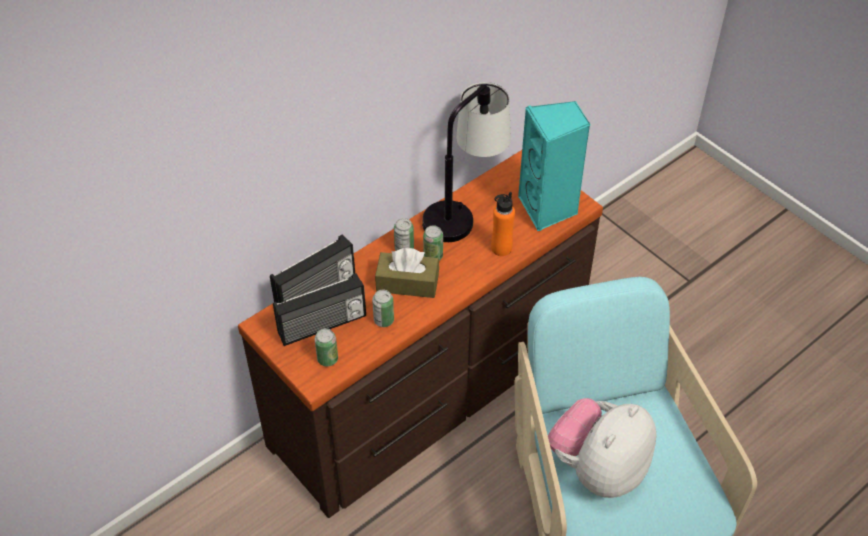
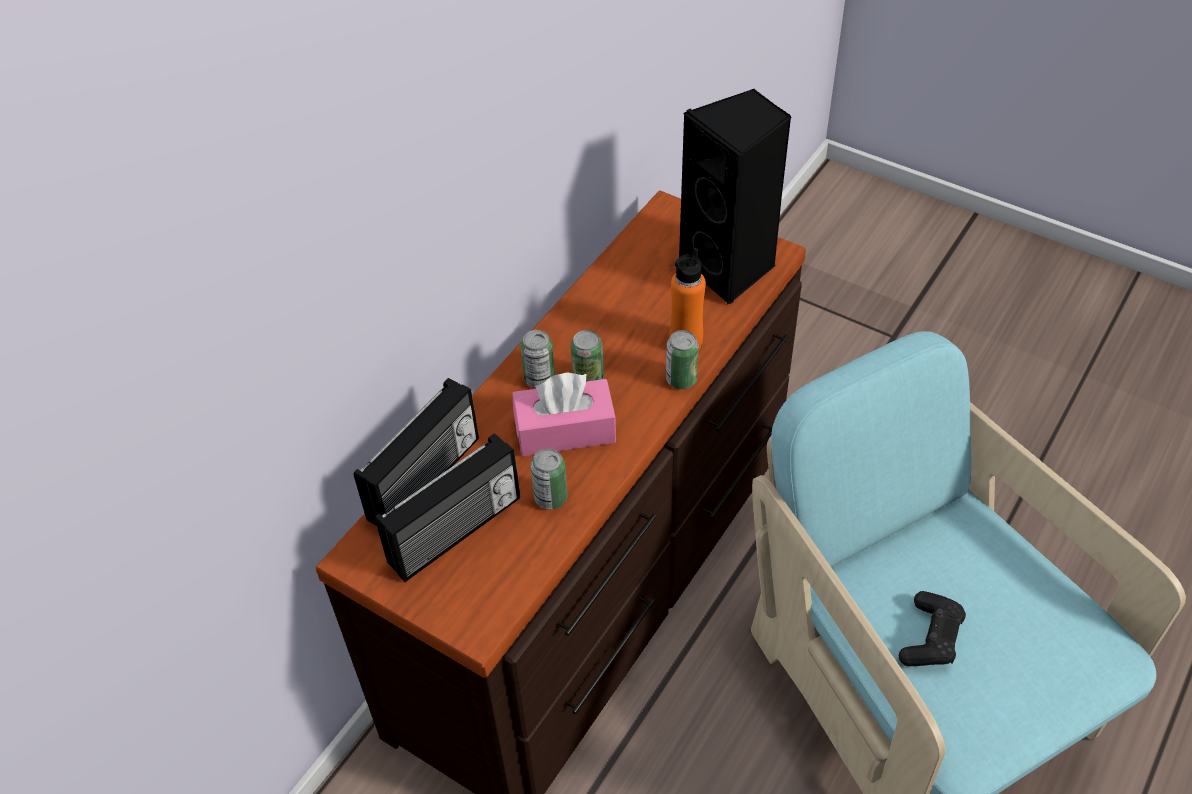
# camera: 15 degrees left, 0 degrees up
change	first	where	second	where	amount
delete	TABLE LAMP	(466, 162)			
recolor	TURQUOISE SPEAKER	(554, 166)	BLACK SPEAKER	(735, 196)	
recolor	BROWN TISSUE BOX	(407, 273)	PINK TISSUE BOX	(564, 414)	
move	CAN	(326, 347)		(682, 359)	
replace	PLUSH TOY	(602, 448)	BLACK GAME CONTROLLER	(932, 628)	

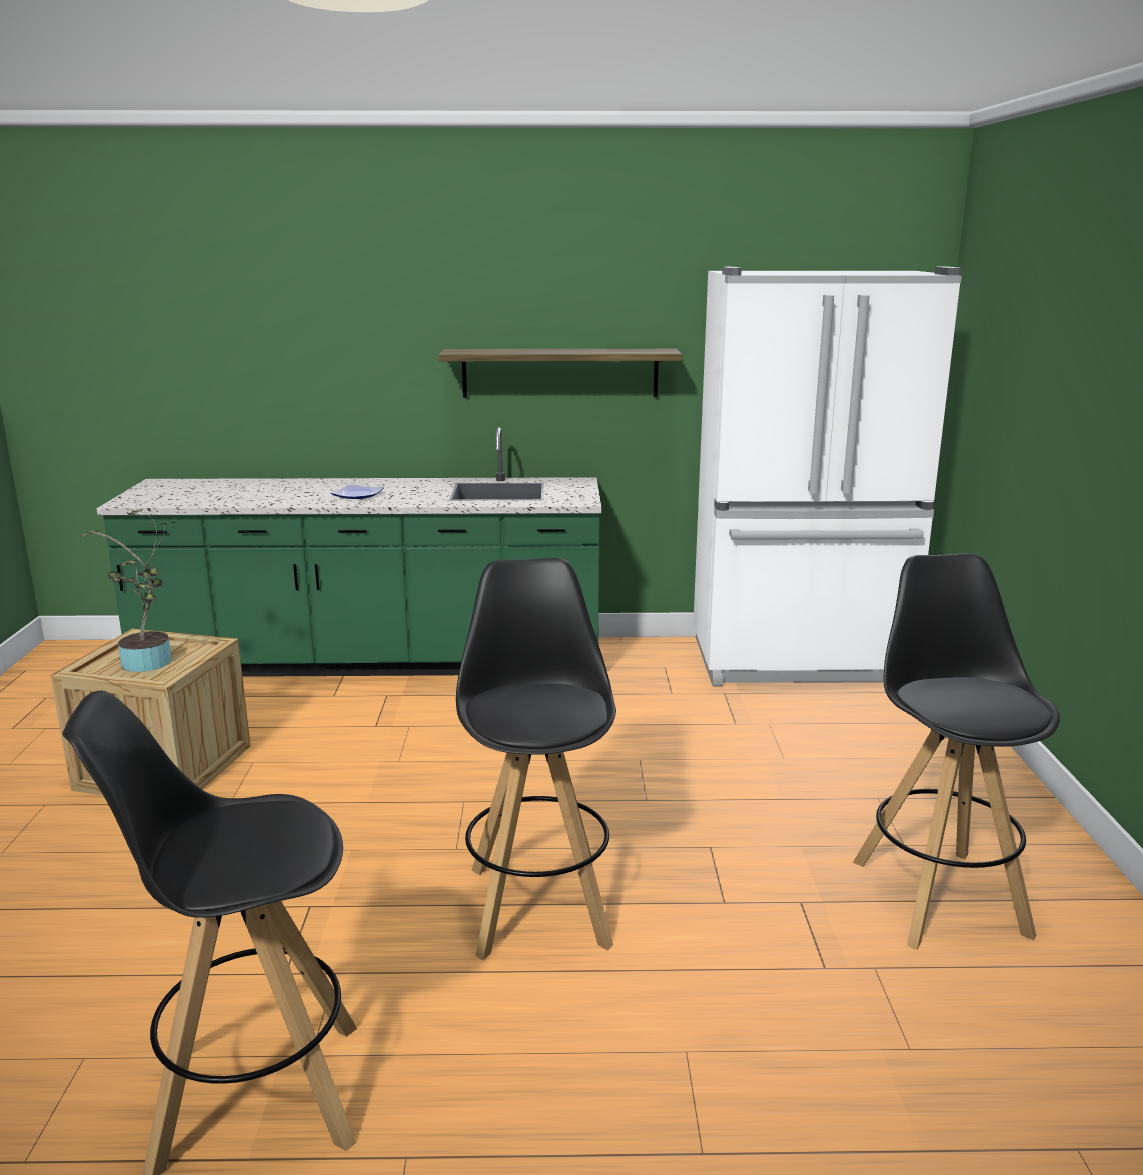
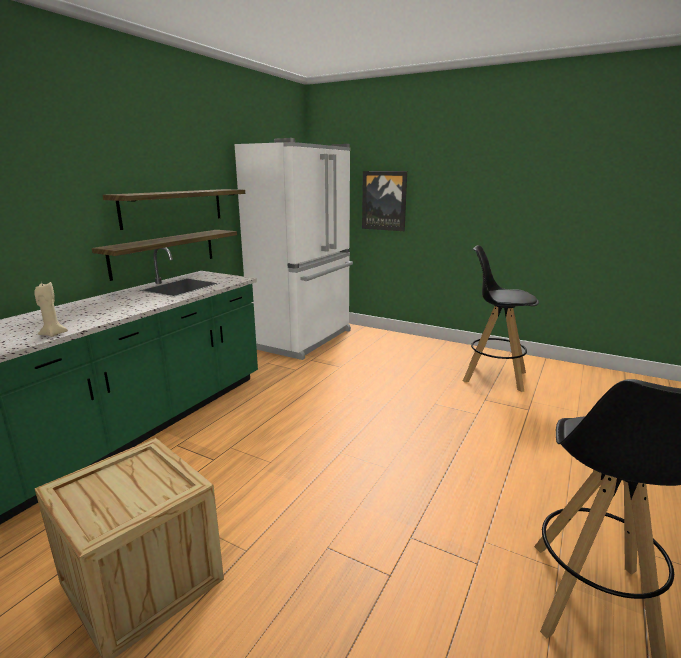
# camera: 60 degrees left, 0 degrees up
change	first	where	second	where	amount
delete	PLATE	(357, 491)			
delete	POTTED PLANT	(127, 590)			
delete	BLACK STOOL	(536, 758)			
insert			PICTURE	(384, 201)	
insert			SHELF	(164, 255)	
insert			BEIGE CANDLE	(51, 309)	

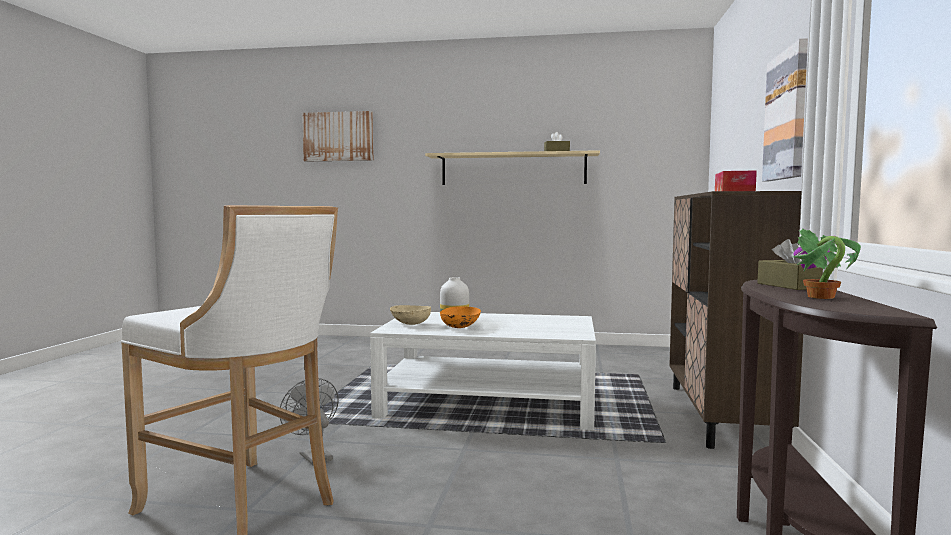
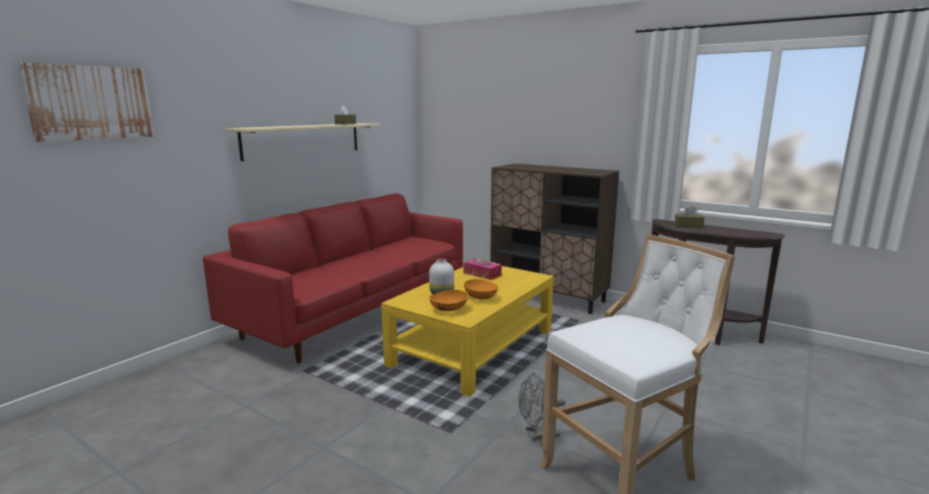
# camera: 65 degrees left, 10 degrees up
change	first	where	second	where	amount
delete	PICTURE	(785, 109)			
move	TISSUE BOX	(736, 180)		(482, 269)	
delete	POTTED PLANT	(827, 263)			
recolor	BEIGE BOWL	(410, 315)	ORANGE BOWL	(448, 300)	
recolor	WHITE COFFEE TABLE	(483, 371)	YELLOW COFFEE TABLE	(467, 331)	
insert			RED SOFA	(333, 278)	

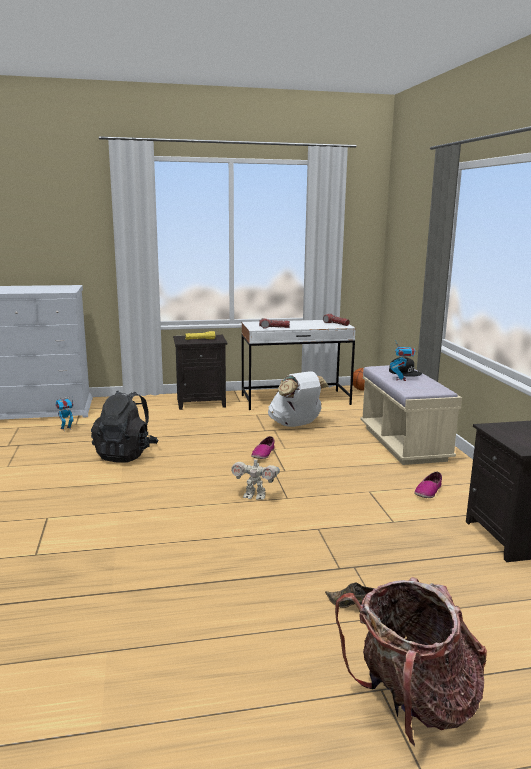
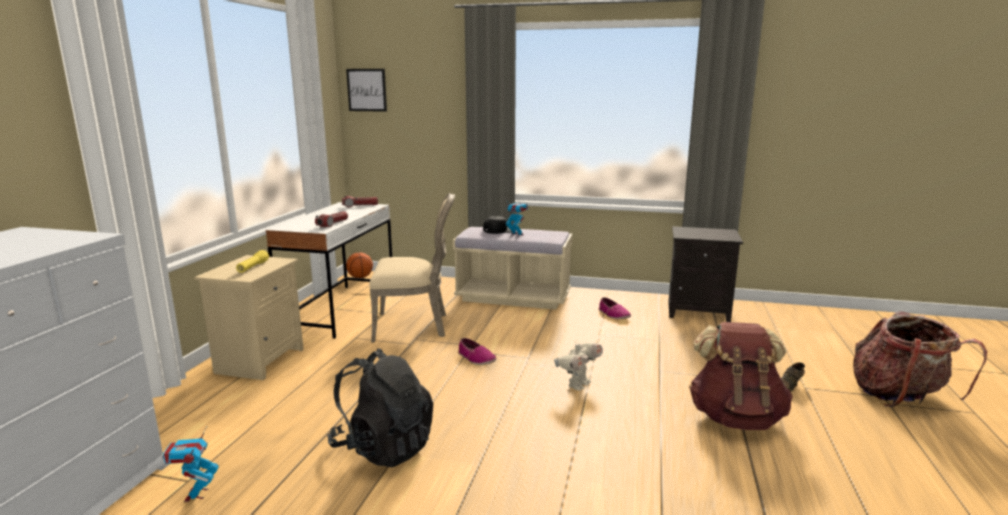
# camera: 65 degrees left, 0 degrees up
change	first	where	second	where	amount
recolor	BLACK NIGHTSTAND	(200, 372)	BEIGE NIGHTSTAND	(249, 317)	
replace	WHITE BACKPACK	(298, 399)	BEIGE CHAIR	(412, 268)	
insert			PICTURE	(366, 90)	
insert			BROWN BACKPACK	(741, 376)	

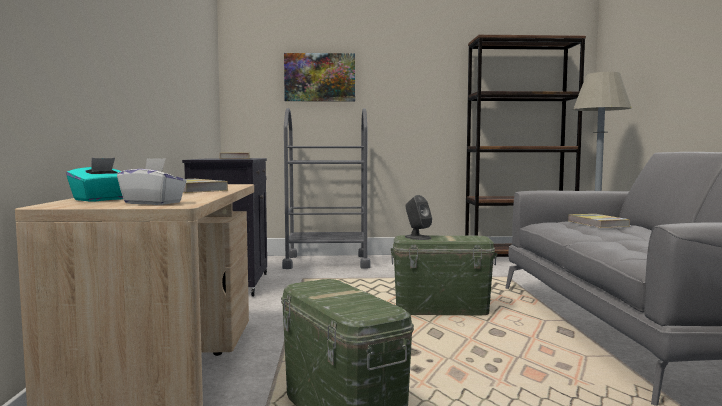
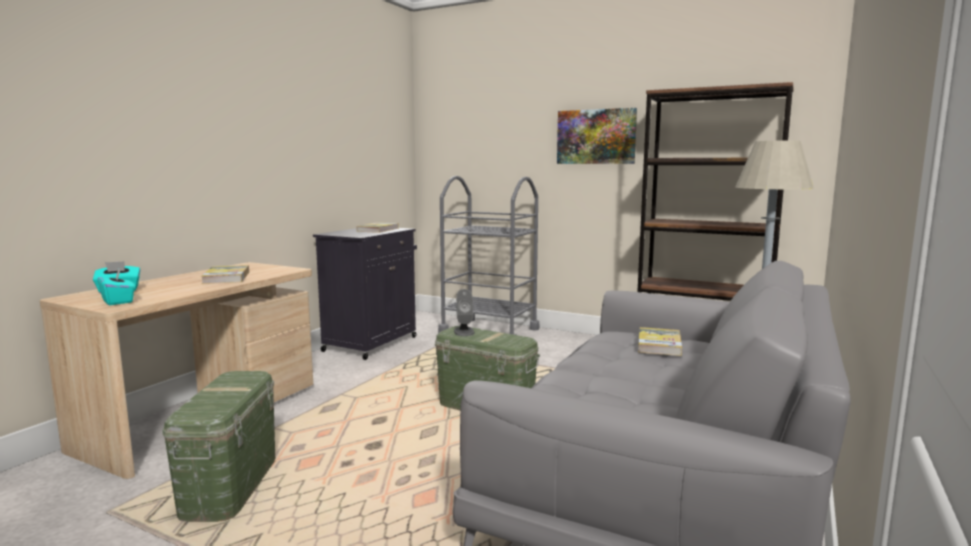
# camera: 30 degrees right, 5 degrees up
change	first	where	second	where	amount
move	PICTURE	(319, 77)		(597, 136)	
recolor	WHITE TISSUE BOX	(152, 181)	TURQUOISE TISSUE BOX	(116, 287)	

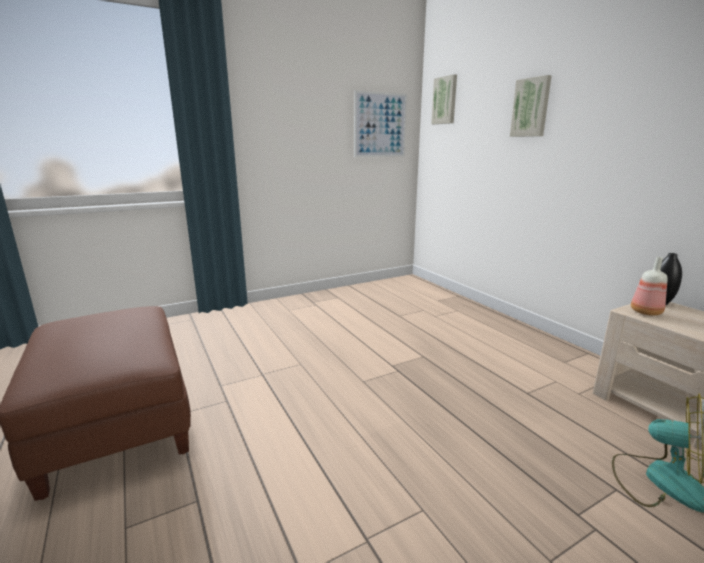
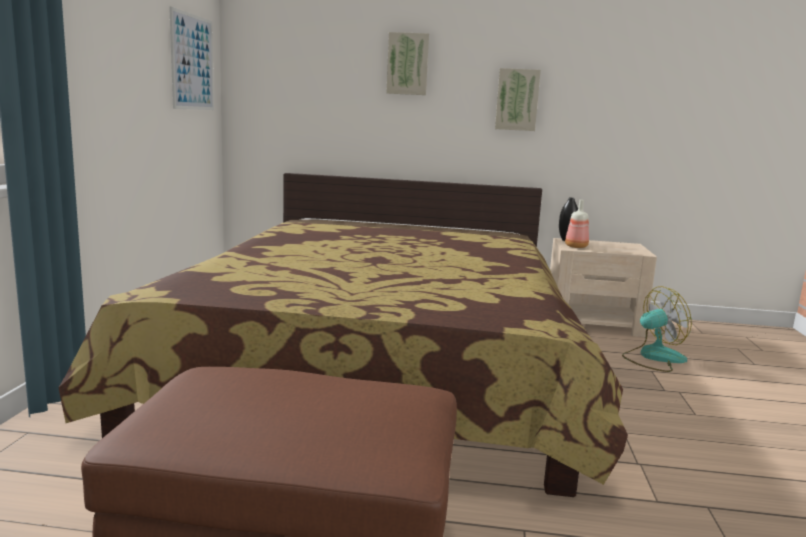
# camera: 55 degrees left, 5 degrees down
change	first	where	second	where	amount
move	PICTURE	(444, 99)		(518, 99)	
insert			BED	(343, 335)	

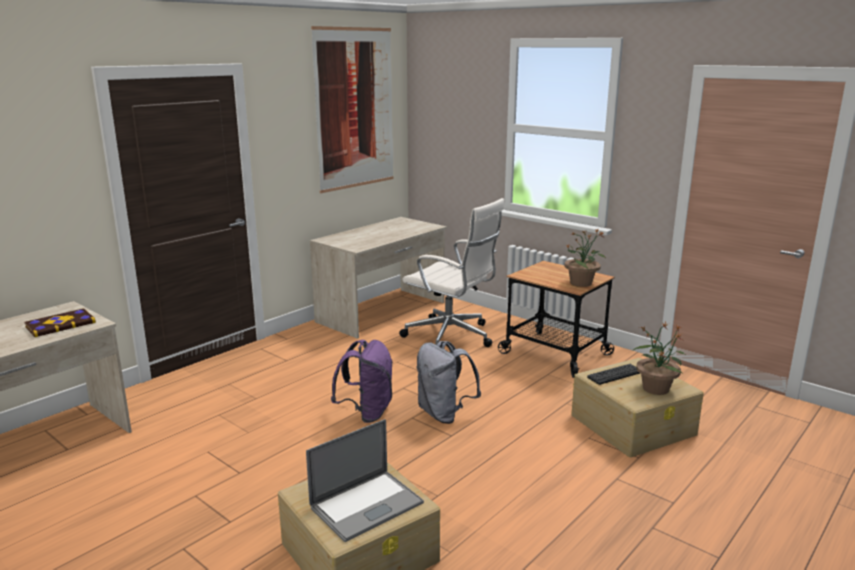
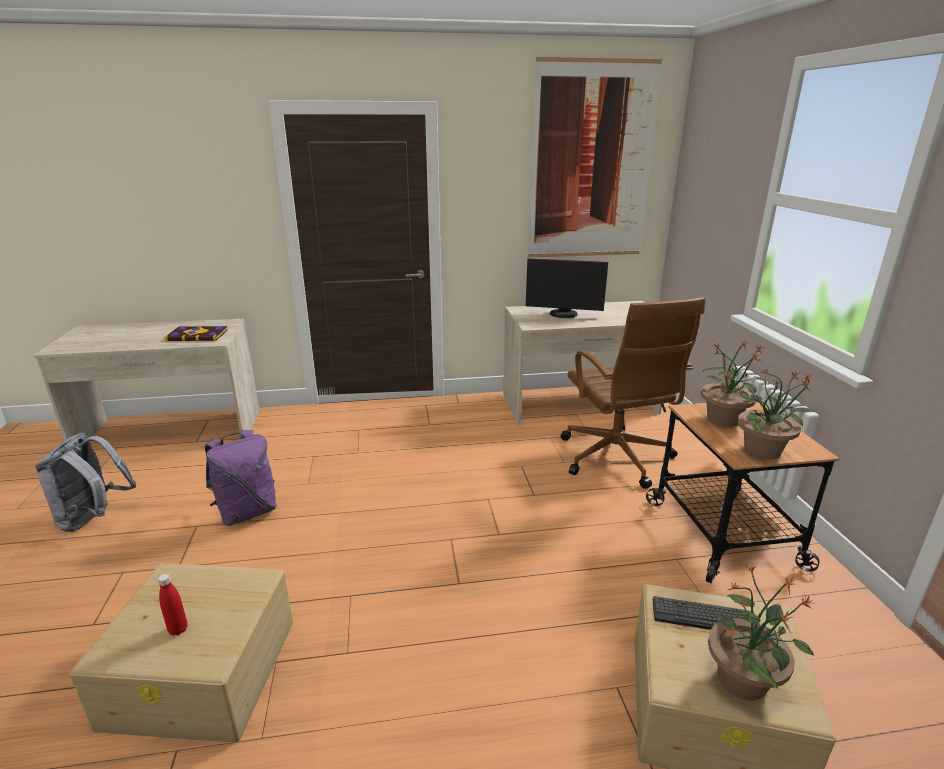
# camera: 40 degrees right, 5 degrees up
change	first	where	second	where	amount
recolor	WHITE OFFICE CHAIR	(452, 272)	BROWN OFFICE CHAIR	(632, 393)	
move	PURPLE BACKPACK	(362, 381)		(241, 478)	
move	GREY BACKPACK	(449, 382)		(85, 482)	
replace	LAPTOP	(365, 480)	RED BOTTLE	(172, 604)	
insert			MONITOR	(567, 288)	
insert			POTTED PLANT	(733, 383)	

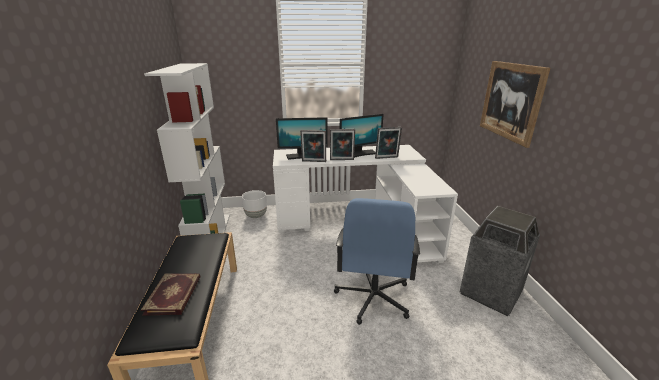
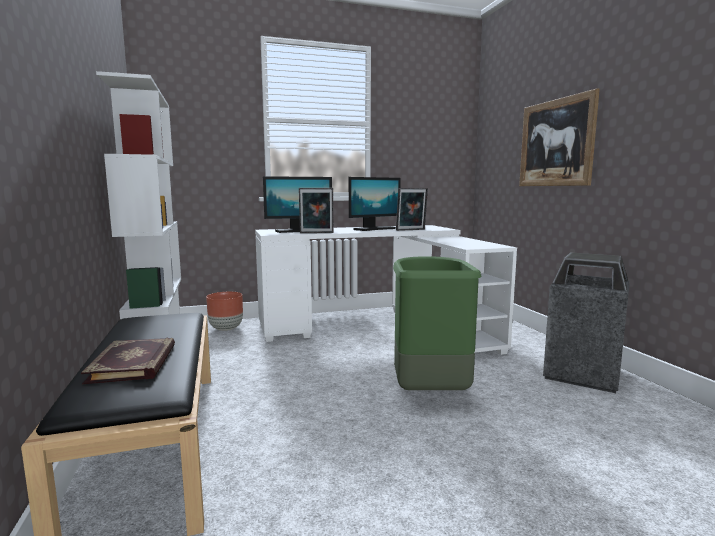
# camera: 10 degrees left, 15 degrees down
change	first	where	second	where	amount
delete	PICTURE FRAME	(342, 144)			
recolor	WHITE PLANTER	(254, 204)	BROWN PLANTER	(224, 311)	
replace	BLUE OFFICE CHAIR	(377, 261)	GREEN TRASH CAN	(437, 323)	

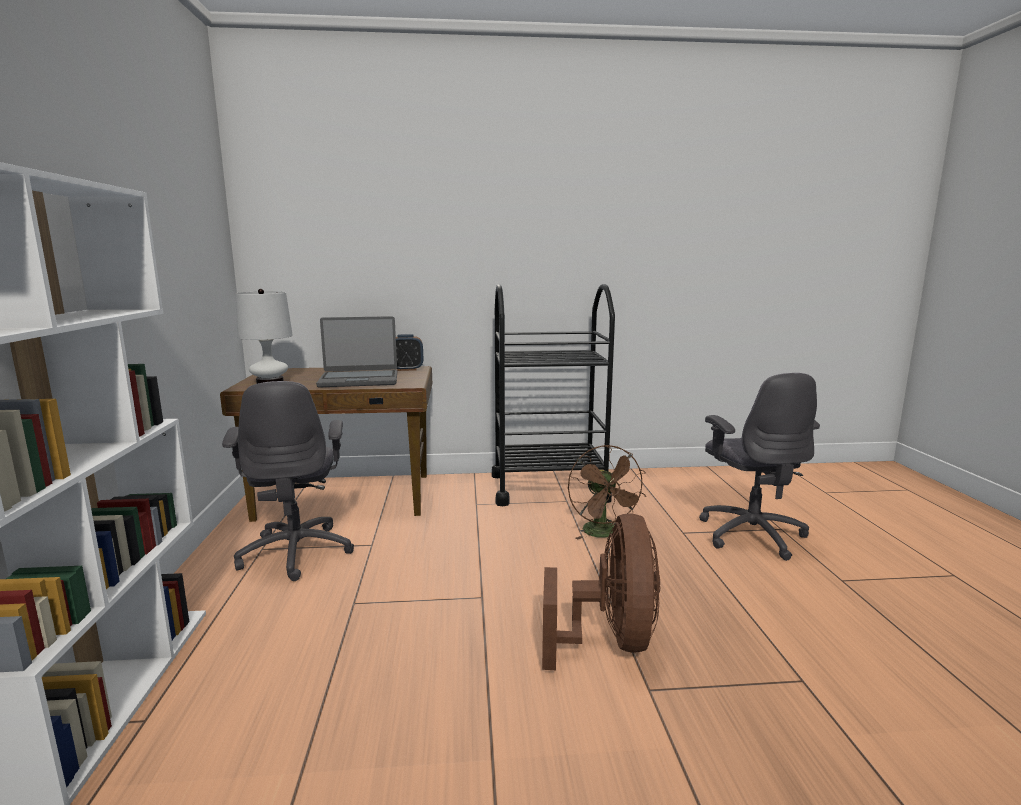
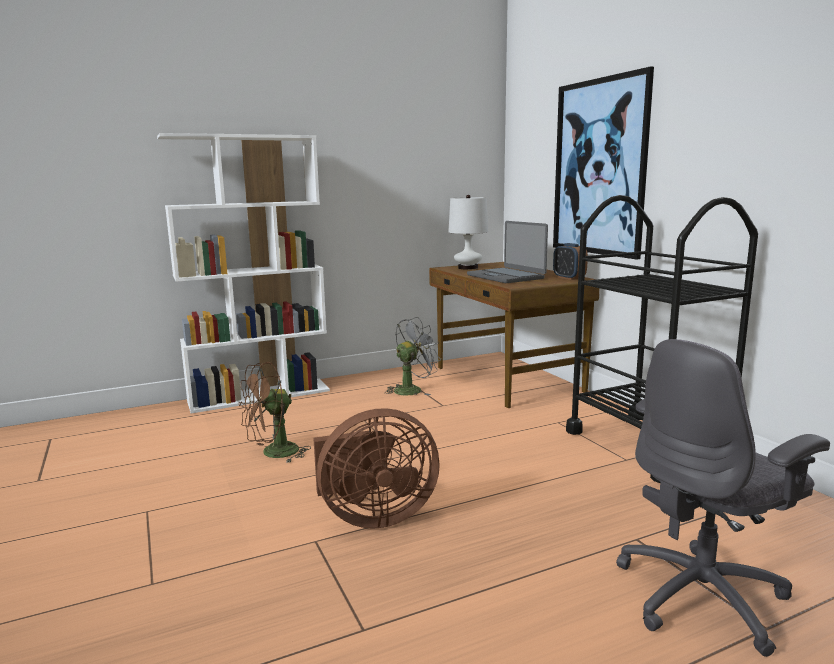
# camera: 70 degrees right, 0 degrees up
change	first	where	second	where	amount
replace	GREY OFFICE CHAIR	(288, 481)	GREY FAN	(413, 356)	
move	BROWN FAN	(607, 492)		(275, 412)	
insert			PICTURE	(603, 162)	

